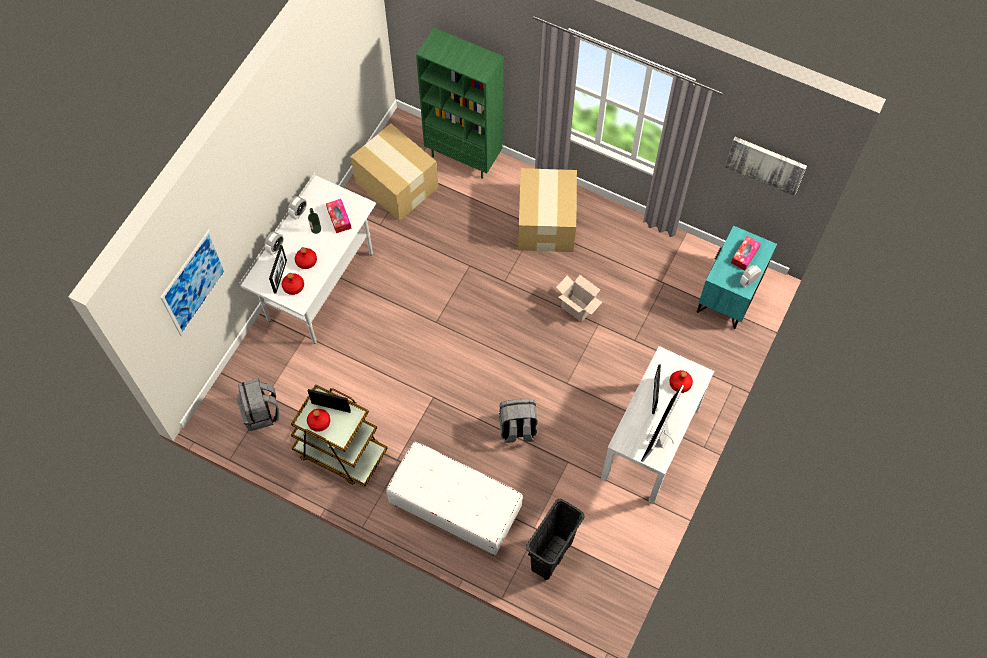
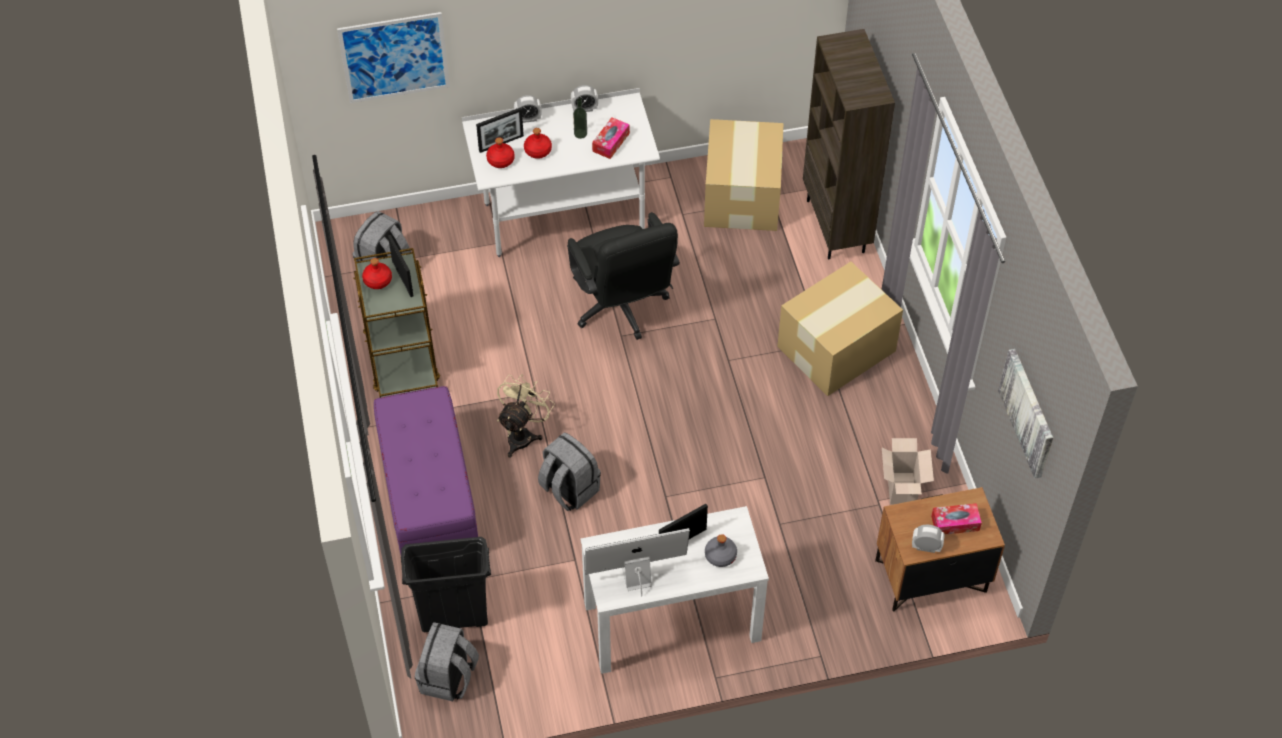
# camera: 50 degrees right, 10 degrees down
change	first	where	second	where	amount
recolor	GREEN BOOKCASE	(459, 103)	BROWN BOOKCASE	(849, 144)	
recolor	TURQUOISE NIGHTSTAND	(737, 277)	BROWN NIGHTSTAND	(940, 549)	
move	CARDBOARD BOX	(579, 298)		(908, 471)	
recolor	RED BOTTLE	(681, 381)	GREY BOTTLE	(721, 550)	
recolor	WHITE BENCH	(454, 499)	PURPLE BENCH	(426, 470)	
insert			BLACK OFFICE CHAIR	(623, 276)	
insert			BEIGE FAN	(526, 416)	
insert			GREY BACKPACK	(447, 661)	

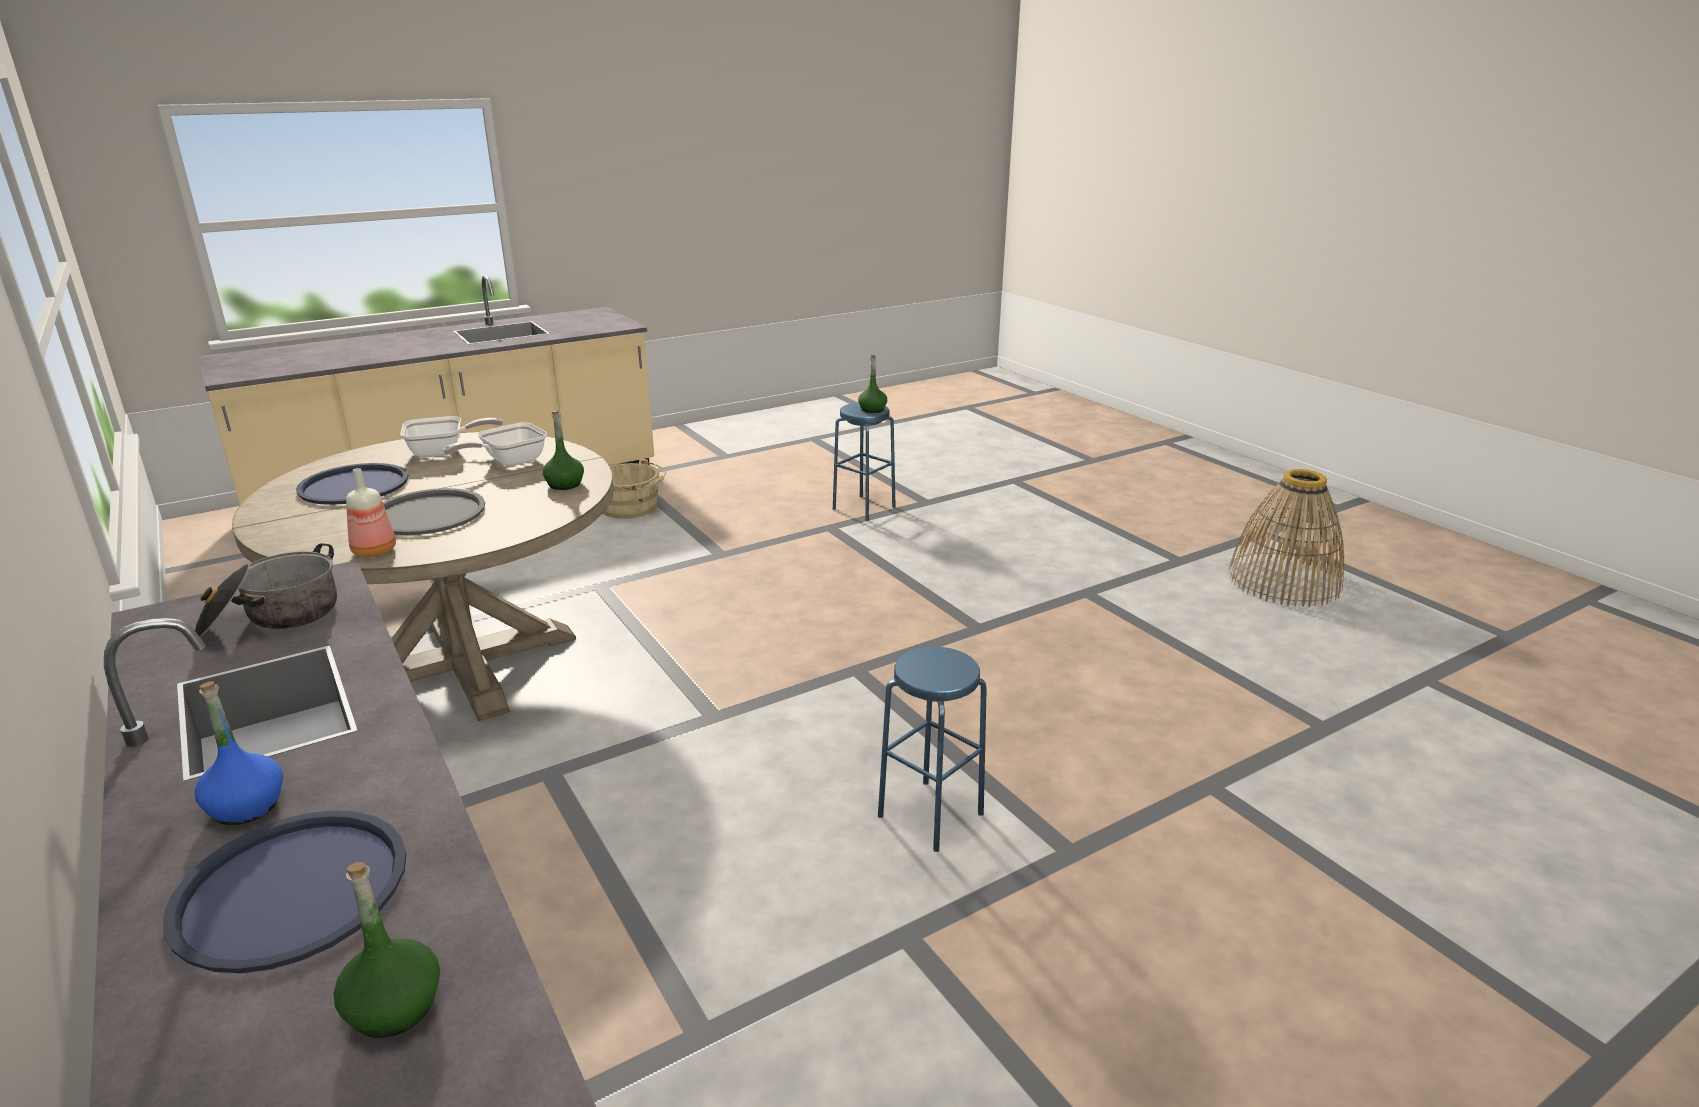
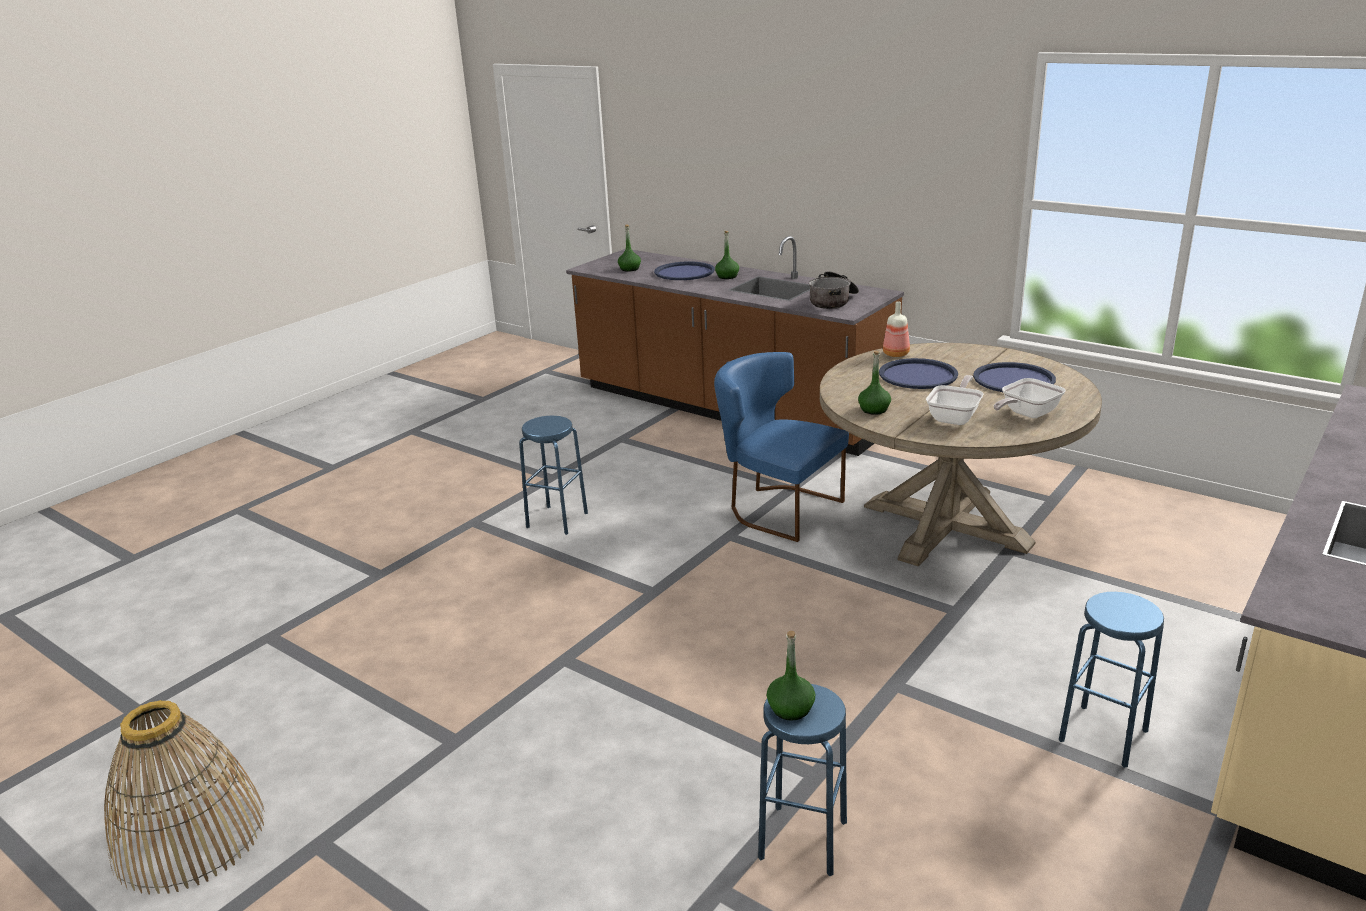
# camera: 160 degrees right, 0 degrees up
change	first	where	second	where	amount
replace	BEIGE BUCKET	(634, 488)	BLUE STOOL	(1111, 680)	
recolor	GREY TRAY	(434, 511)	BLUE TRAY	(918, 373)	
recolor	BLUE BOTTLE	(239, 753)	GREEN BOTTLE	(727, 255)	
insert			BLUE CHAIR	(781, 447)	

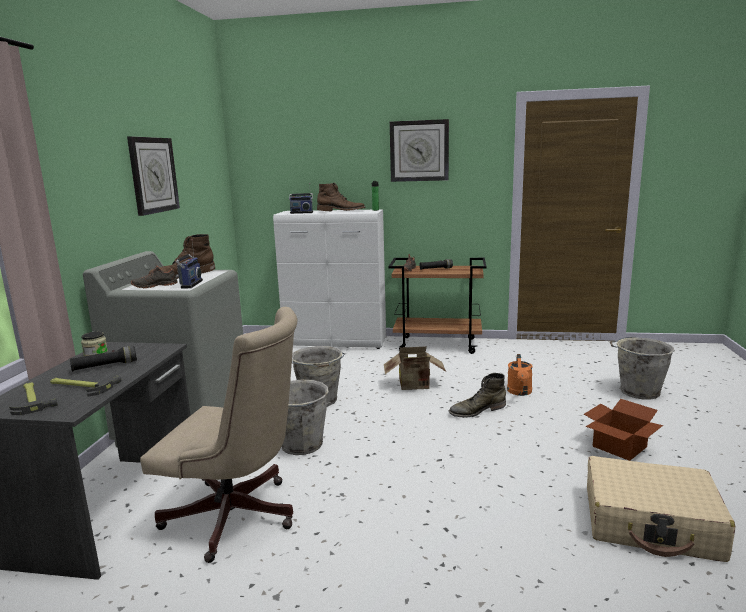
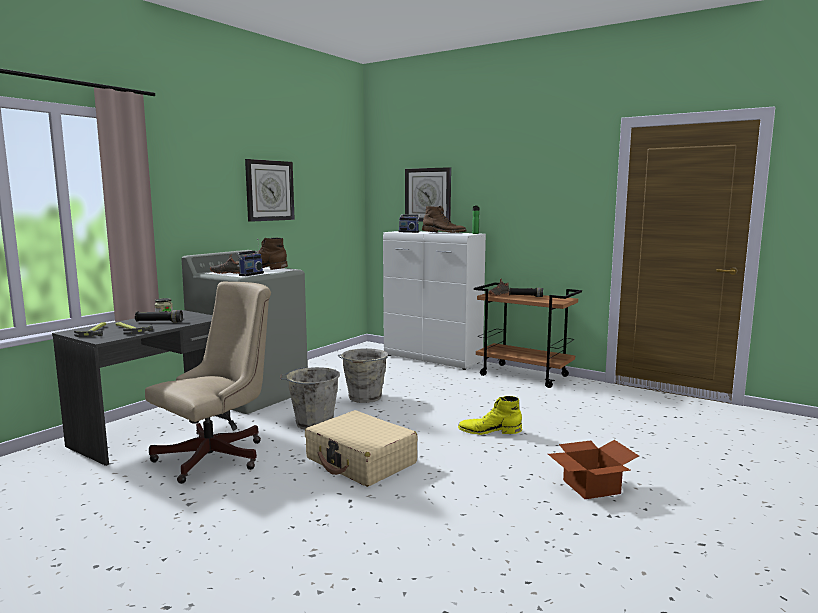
# camera: 25 degrees right, 5 degrees down
change	first	where	second	where	amount
move	WALL CLOCK	(419, 150)		(428, 194)	
rotate	BEIGE OFFICE CHAIR	(218, 435)		(208, 383)	90 degrees counterclockwise
delete	GREY BUCKET	(642, 368)			
delete	CARDBOARD BOX	(415, 368)			
delete	ORANGE WATERING CAN	(520, 375)			
recolor	GREEN BOOT	(477, 395)	YELLOW BOOT	(490, 415)	
move	BEIGE SUITCASE	(661, 509)		(361, 448)	

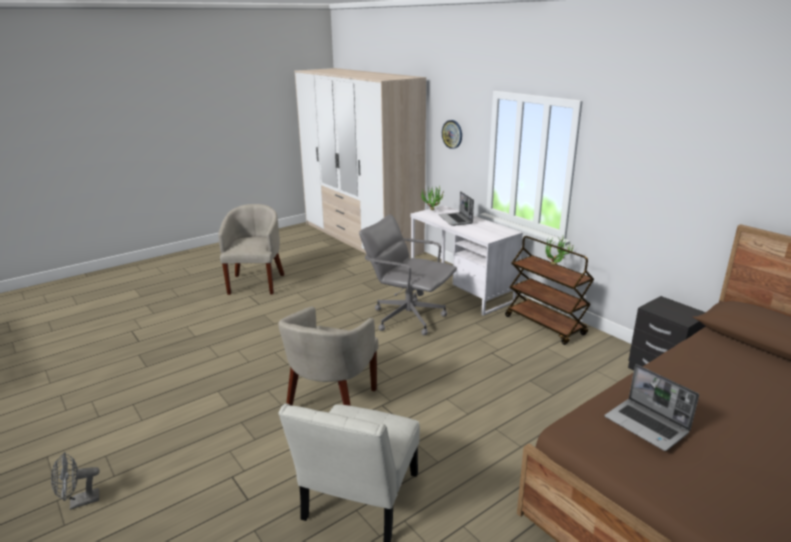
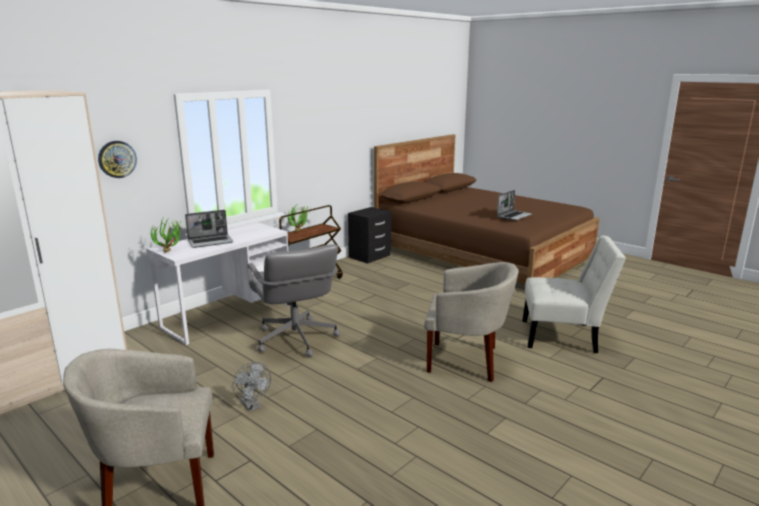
# camera: 100 degrees left, 5 degrees down
change	first	where	second	where	amount
rotate	GREY OFFICE CHAIR	(408, 274)		(293, 300)	45 degrees counterclockwise
move	GREY FAN	(75, 481)		(251, 387)	

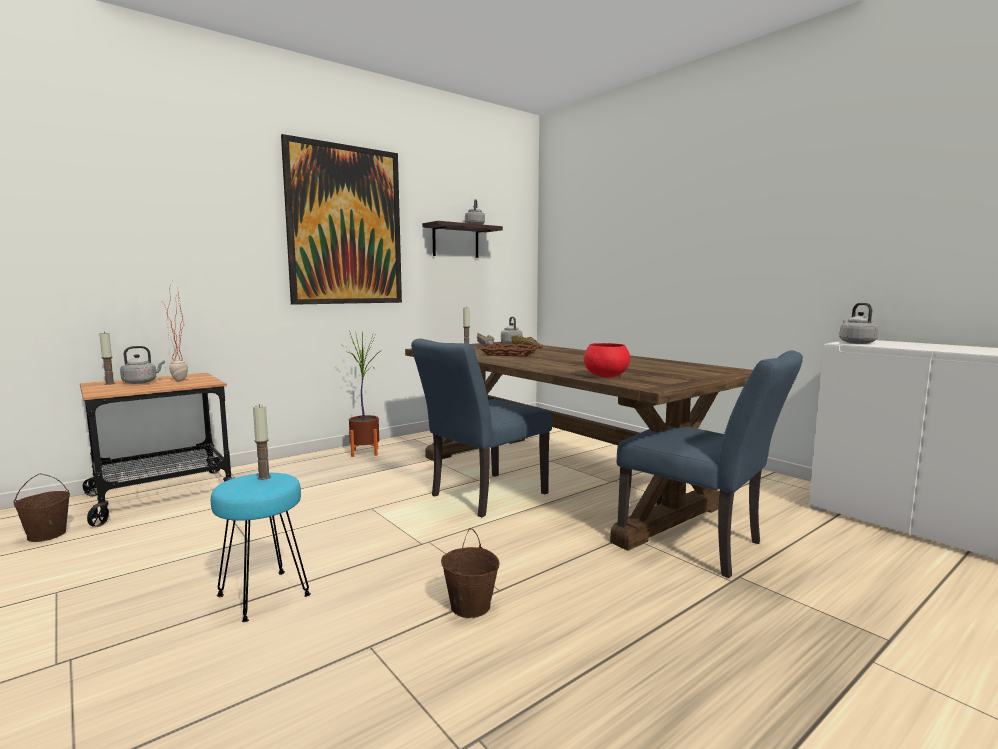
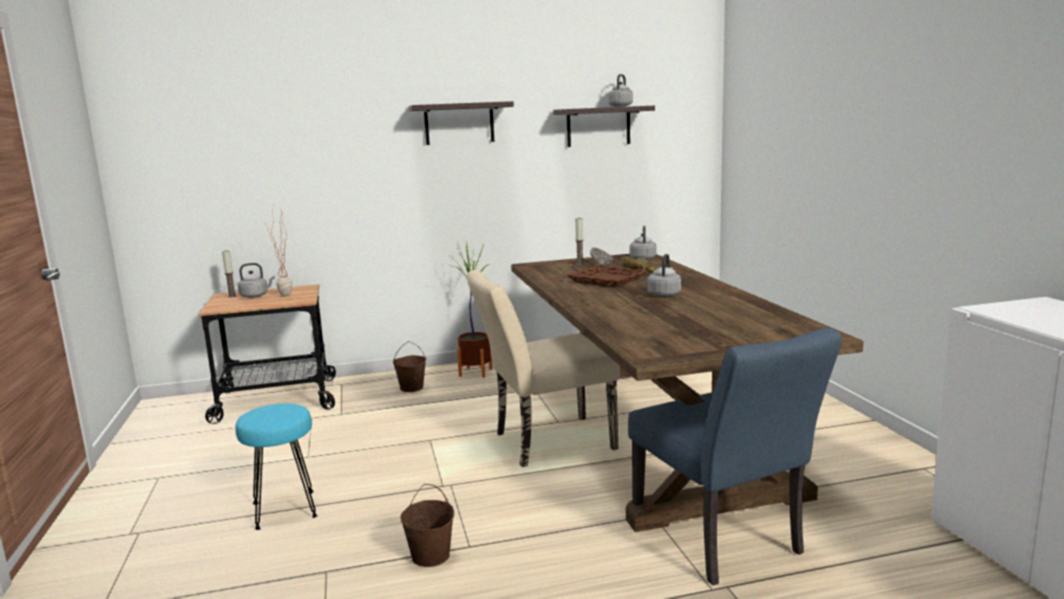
# camera: 25 degrees right, 5 degrees up
change	first	where	second	where	amount
replace	PICTURE	(341, 219)	SHELF	(461, 123)	
move	GREY KETTLE	(859, 323)		(664, 275)	
recolor	BLUE CHAIR	(481, 427)	BEIGE CHAIR	(543, 368)	
delete	RED BOWL	(607, 360)			
delete	CANDLE	(262, 442)			
move	BROWN BUCKET	(41, 507)		(409, 367)	

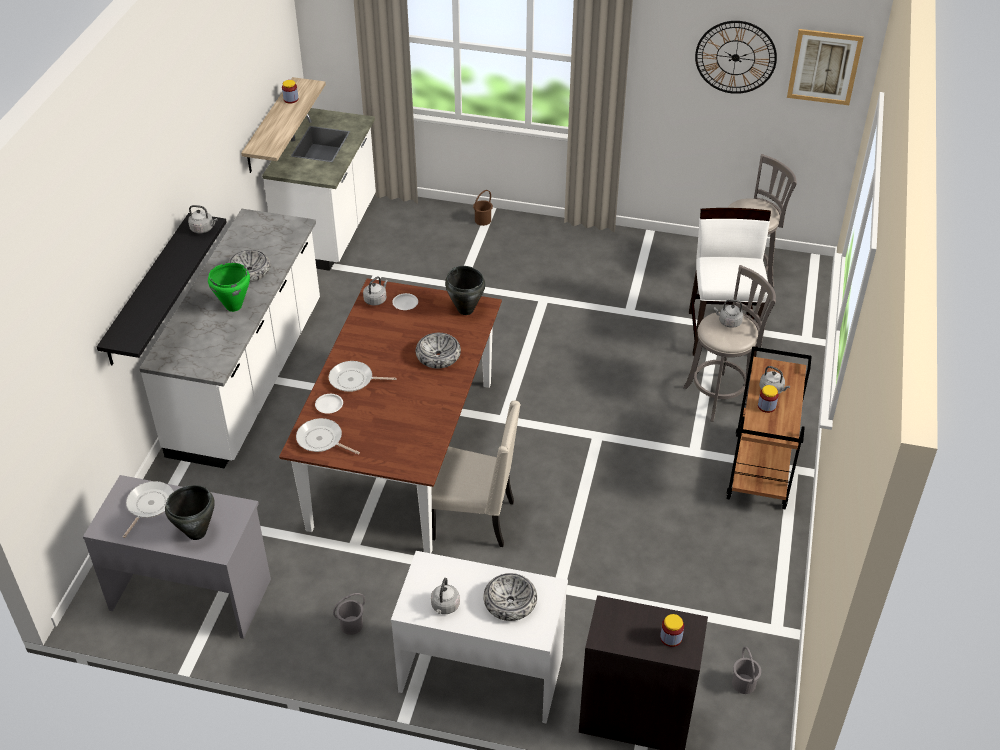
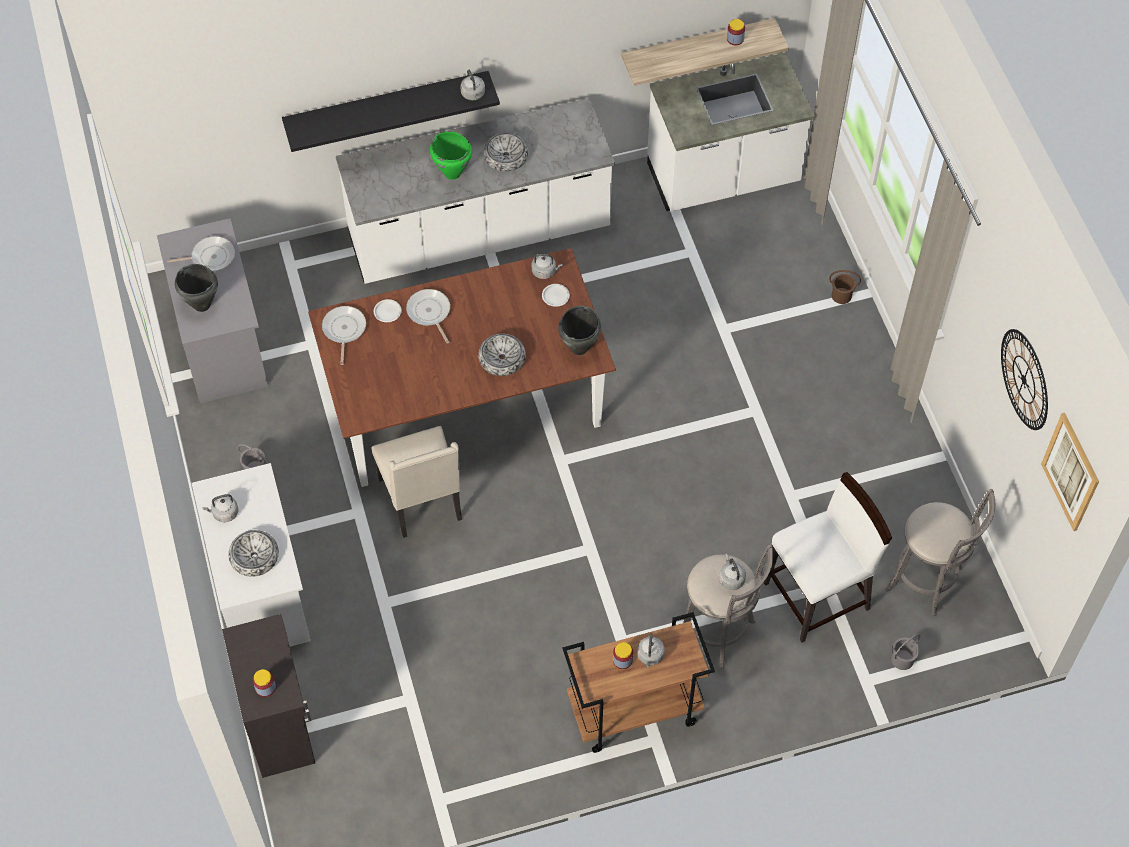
# camera: 60 degrees right, 15 degrees up
change	first	where	second	where	amount
move	GREY BUCKET	(746, 670)		(906, 652)	

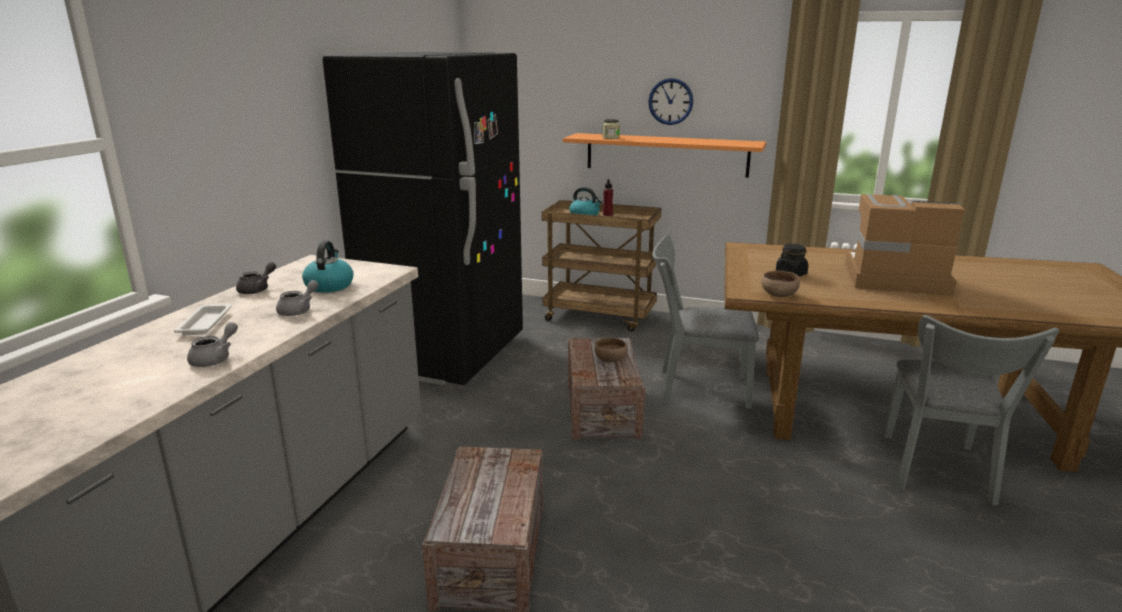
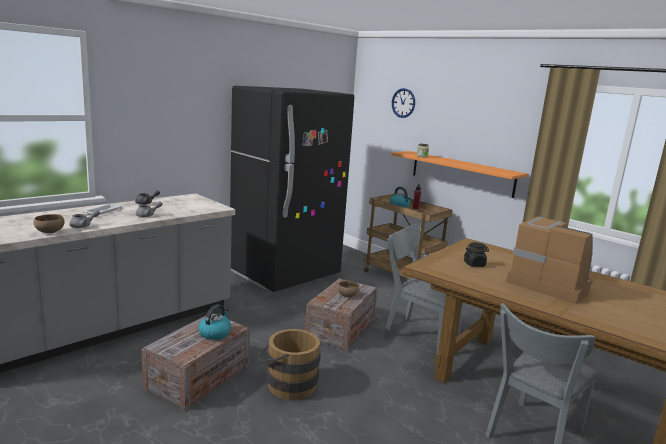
# camera: 25 degrees right, 5 degrees down
change	first	where	second	where	amount
move	WALL CLOCK	(670, 101)		(403, 103)	
move	KETTLE	(328, 267)		(214, 322)	
move	BROWN BOWL	(780, 284)		(49, 223)	
insert			BROWN BUCKET	(289, 364)	

